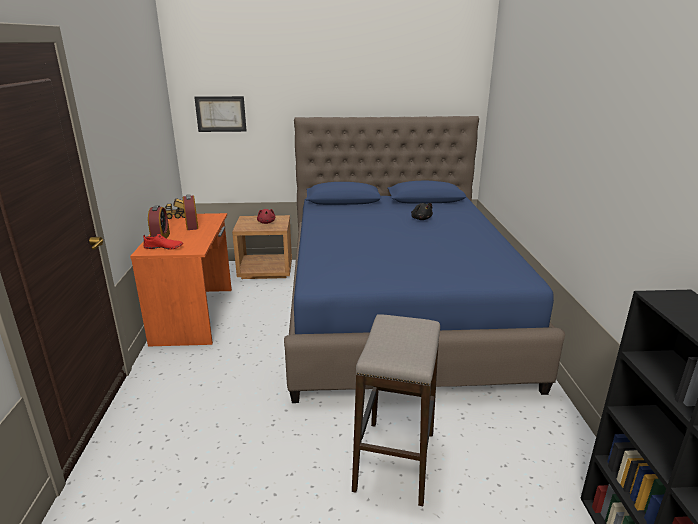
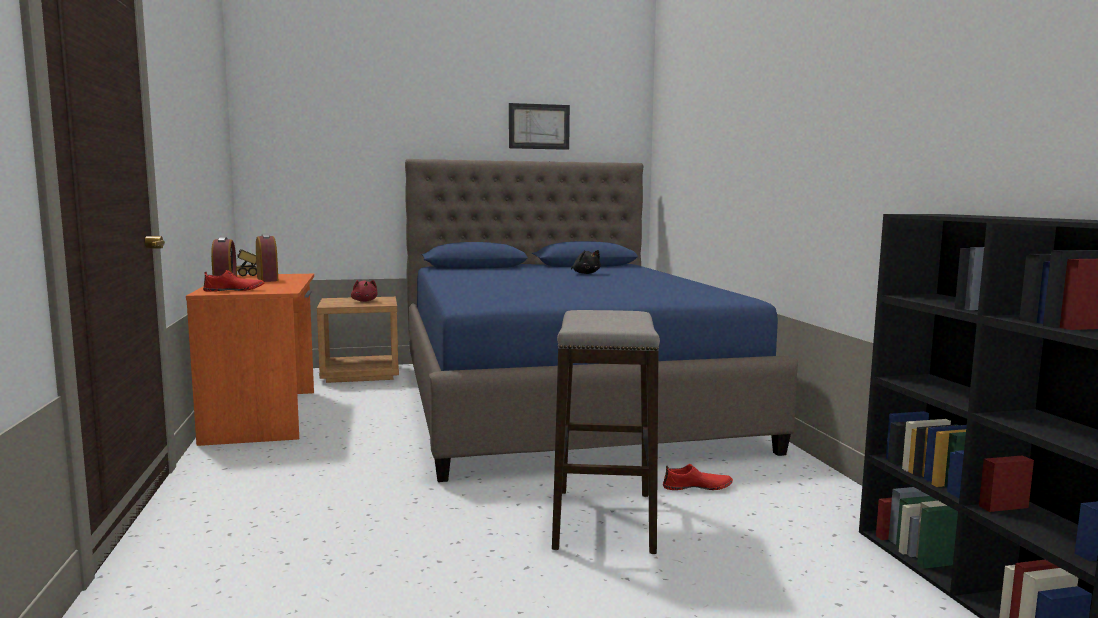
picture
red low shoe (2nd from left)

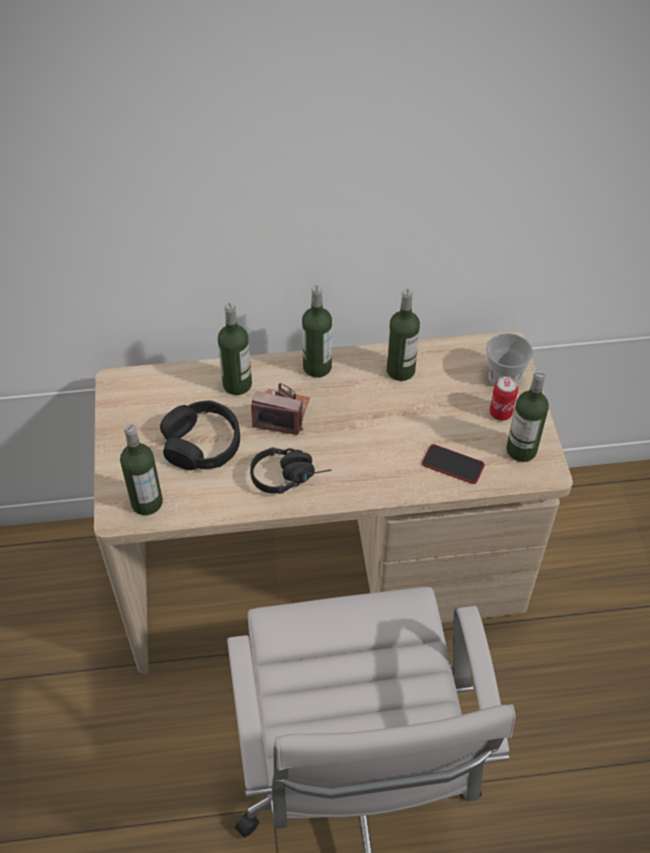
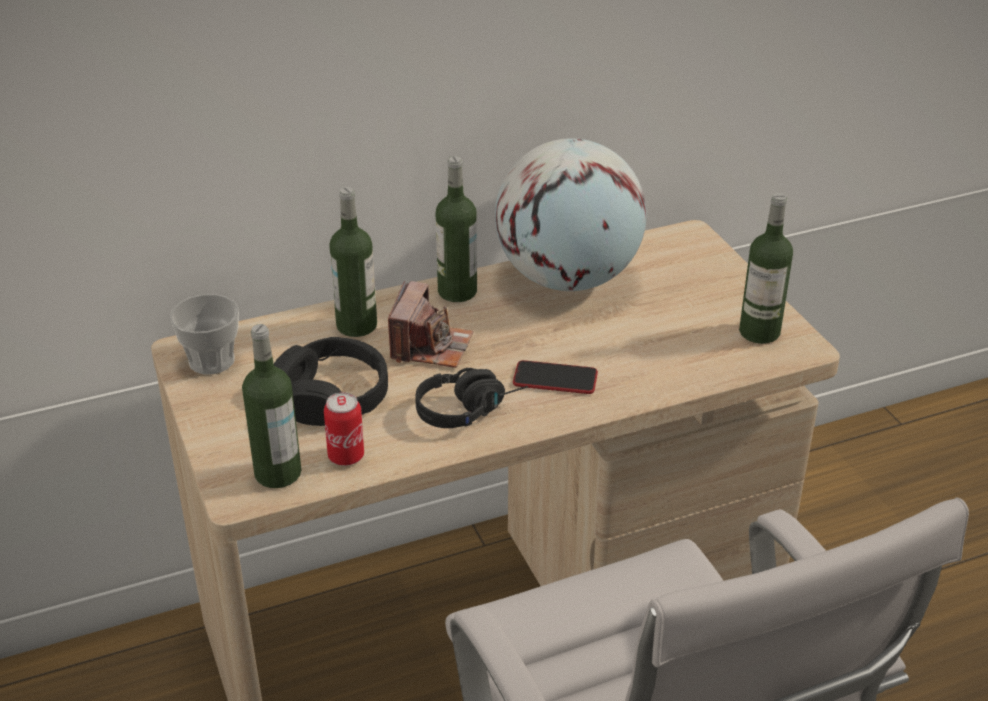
photo camera
globe
handset
small cup
metal can

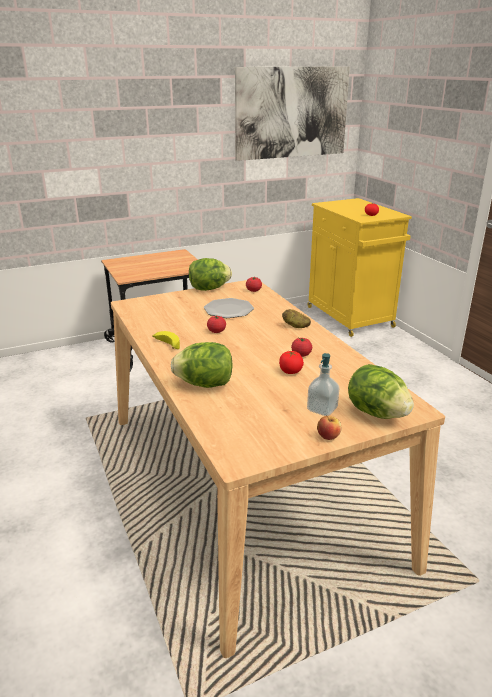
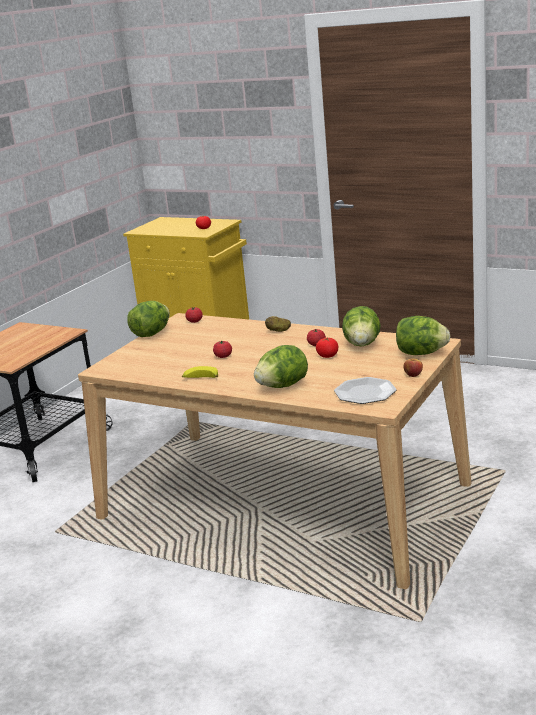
plate
picture
soap bottle
lettuce (3rd from left)

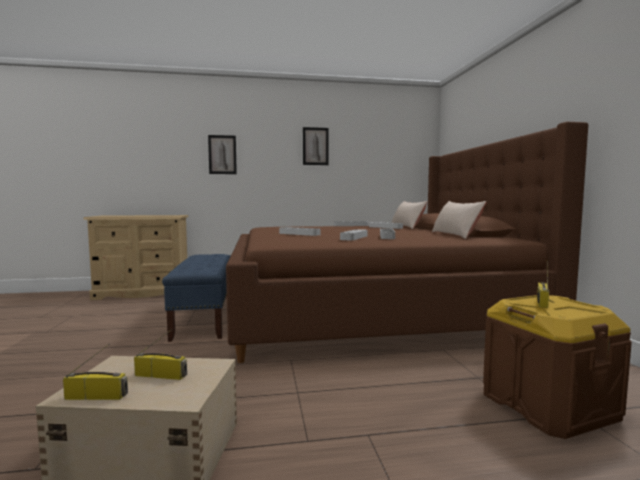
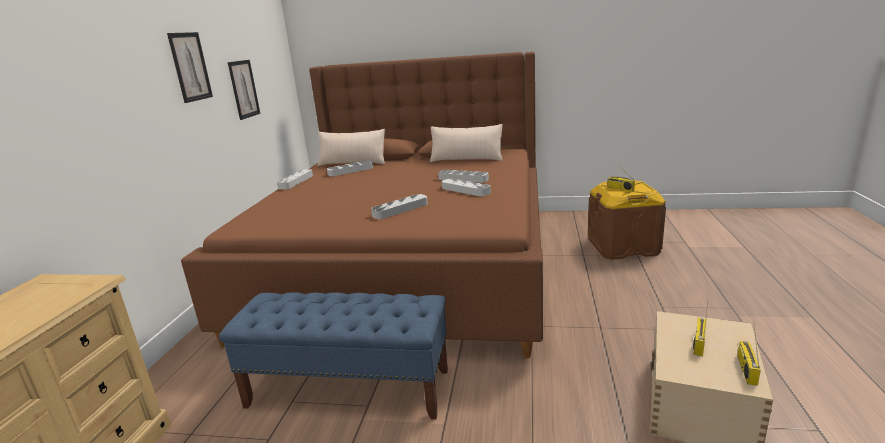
picture (2nd from left)

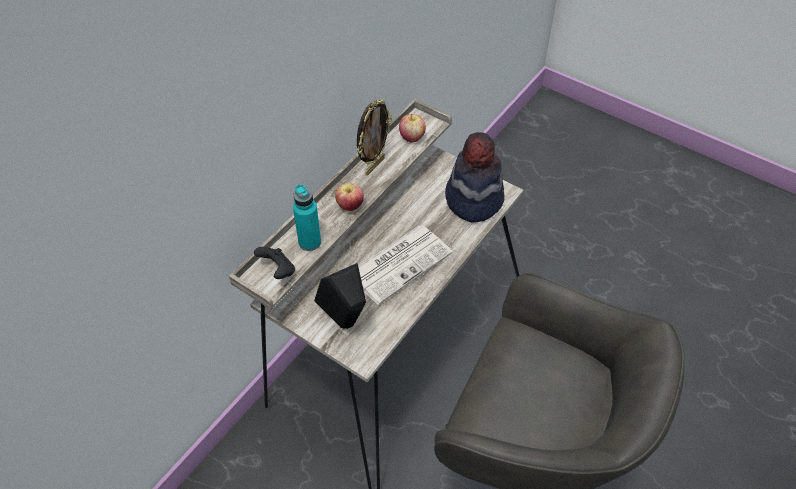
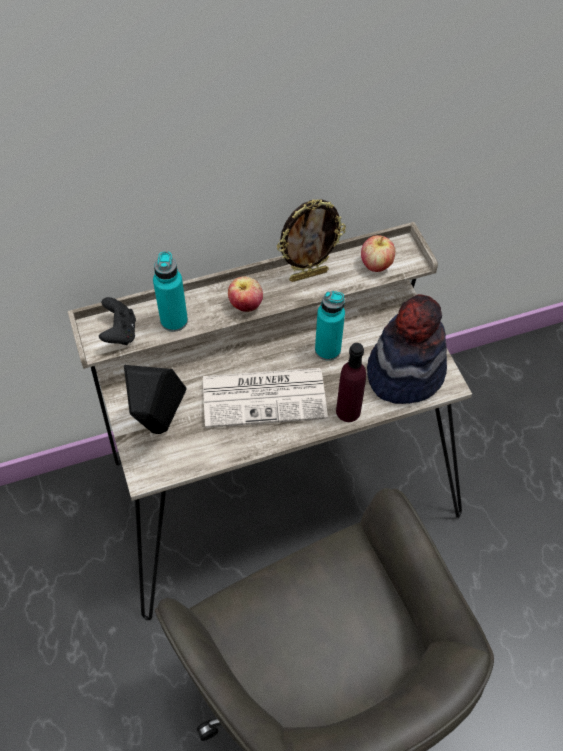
blue-green beverage bottle (2nd from left)
purplish beverage bottle

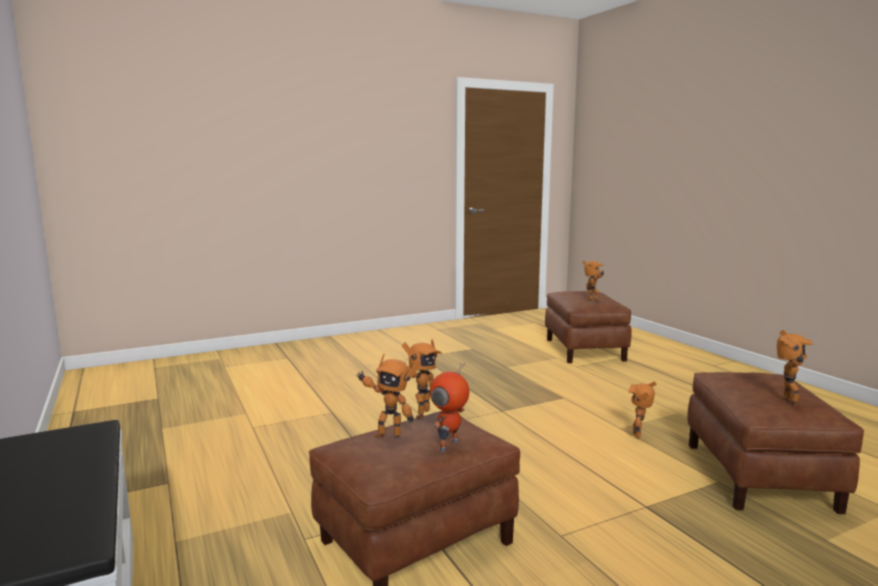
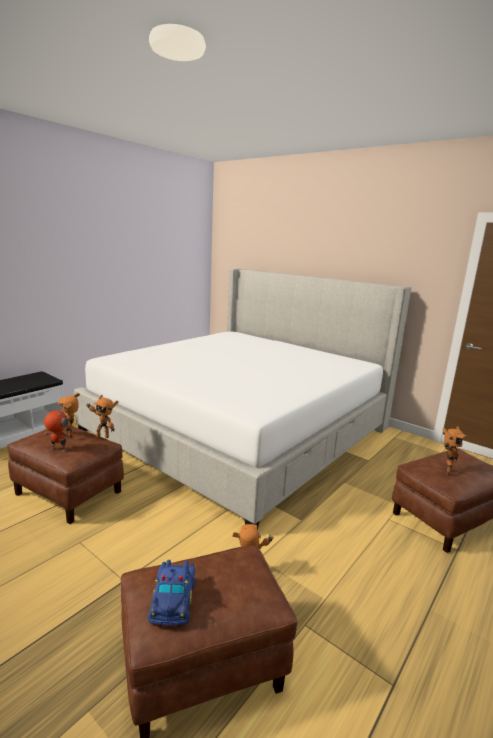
bluish model car
bed

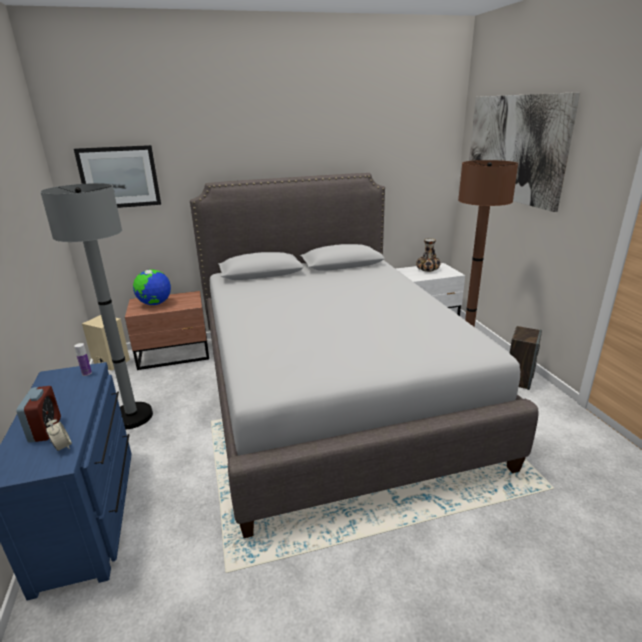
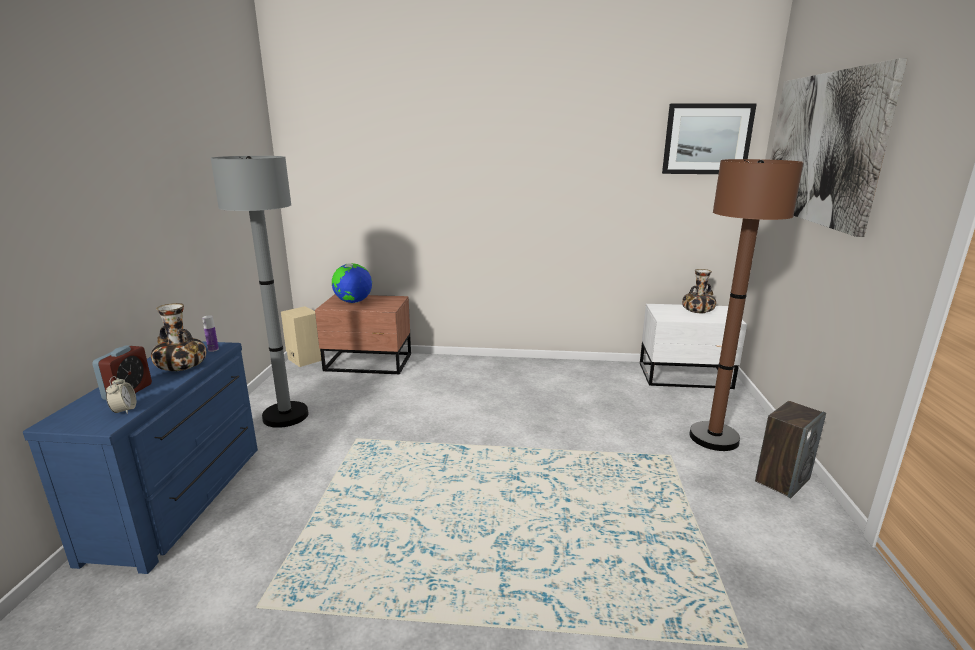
picture (1st from left)
greyish bed
flower vase (1st from left)

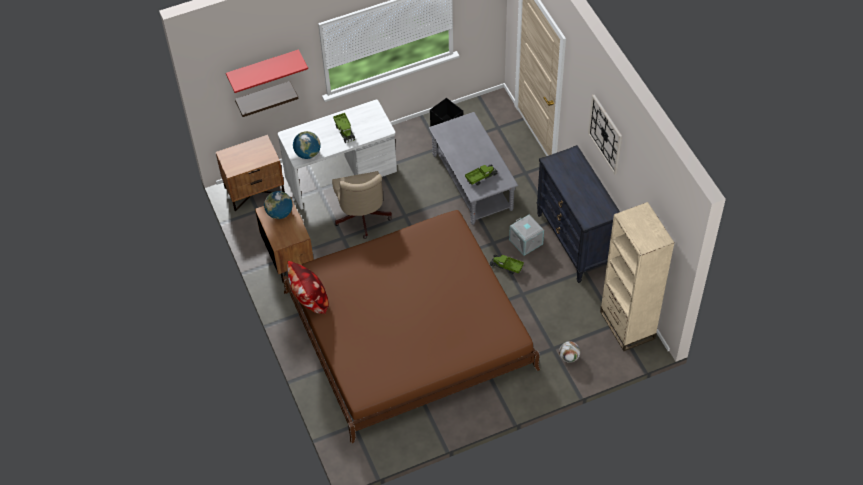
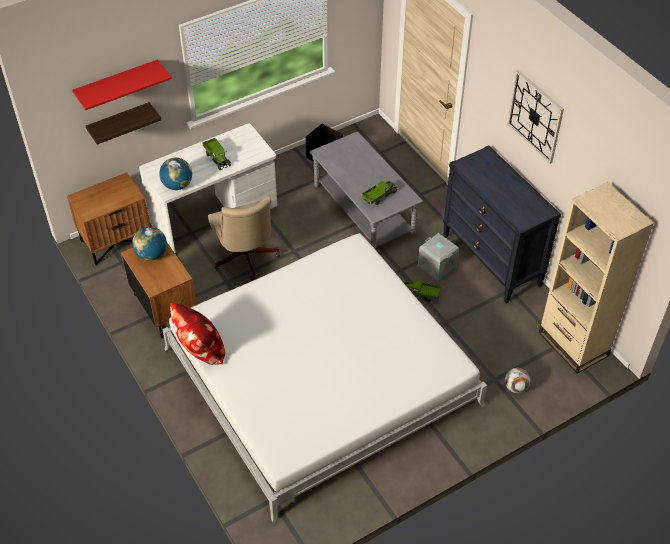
whitish bed

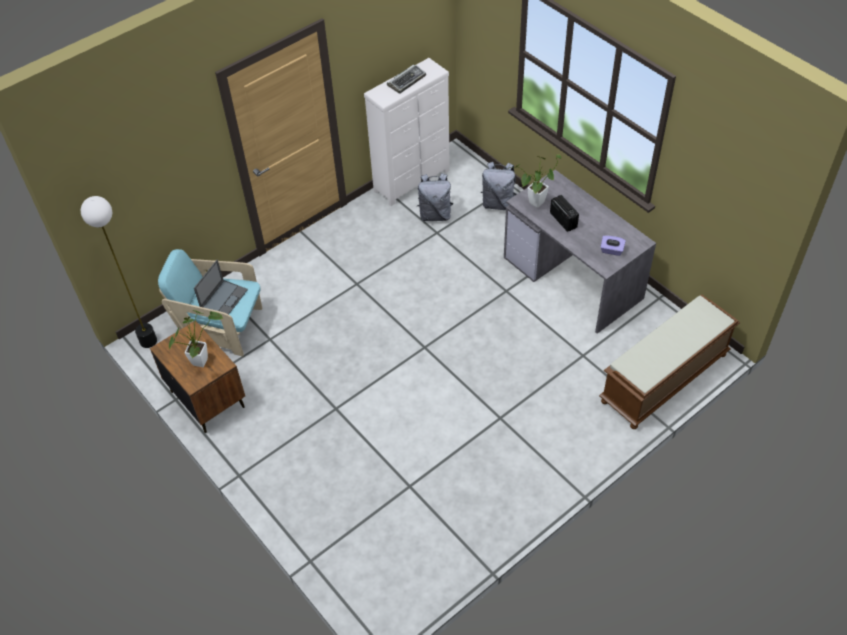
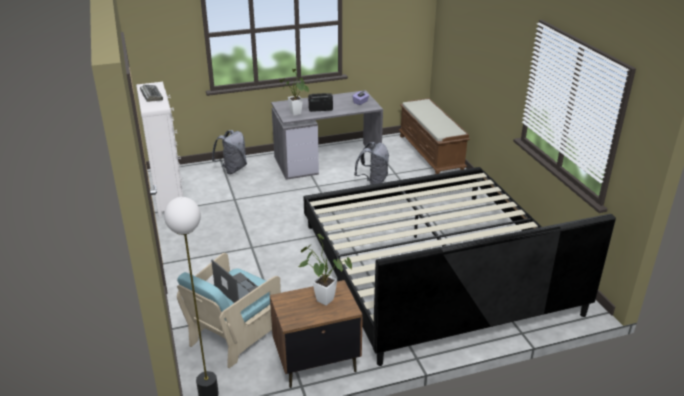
greyish rucksack (2nd from left)
bed

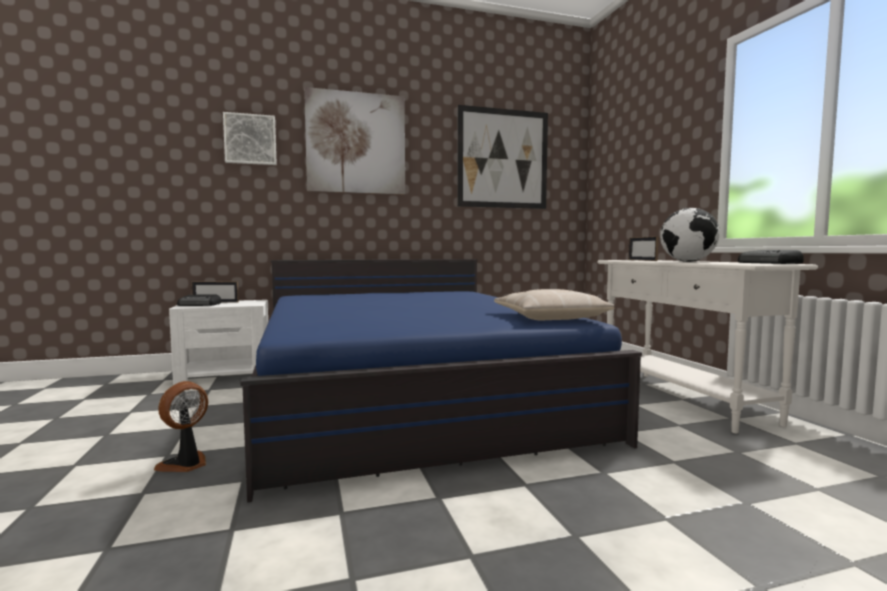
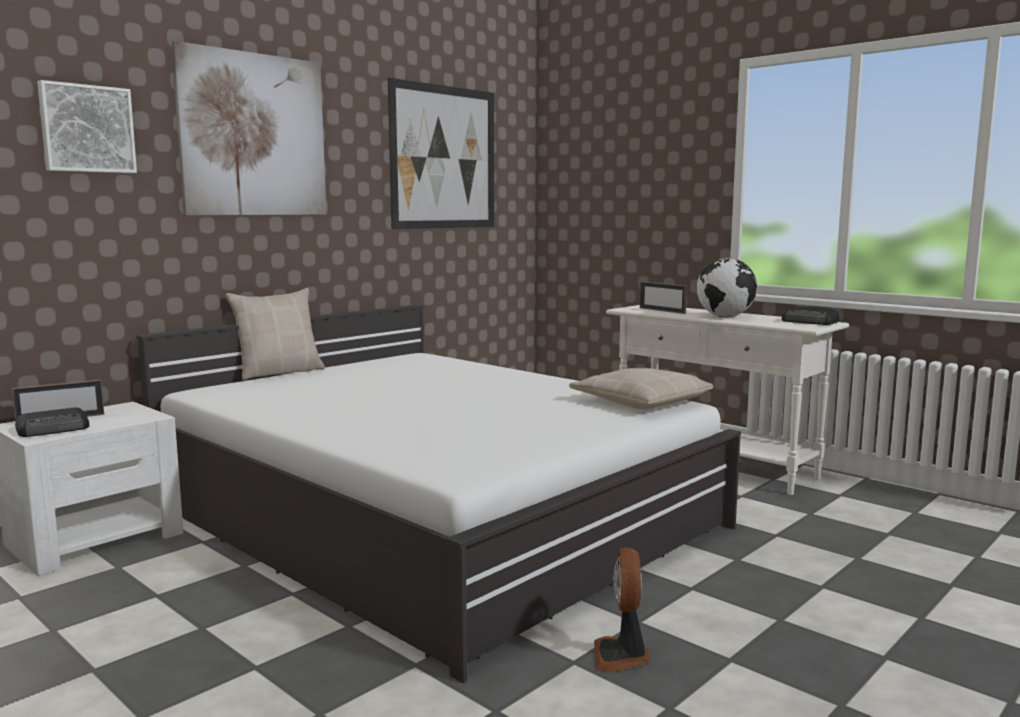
cooling fan
whitish bed
beige-coloured cushion (1st from left)

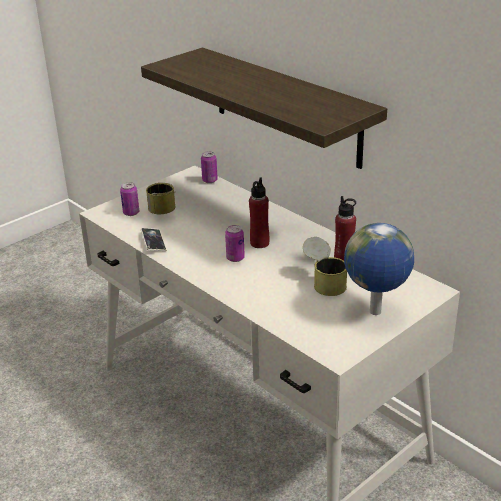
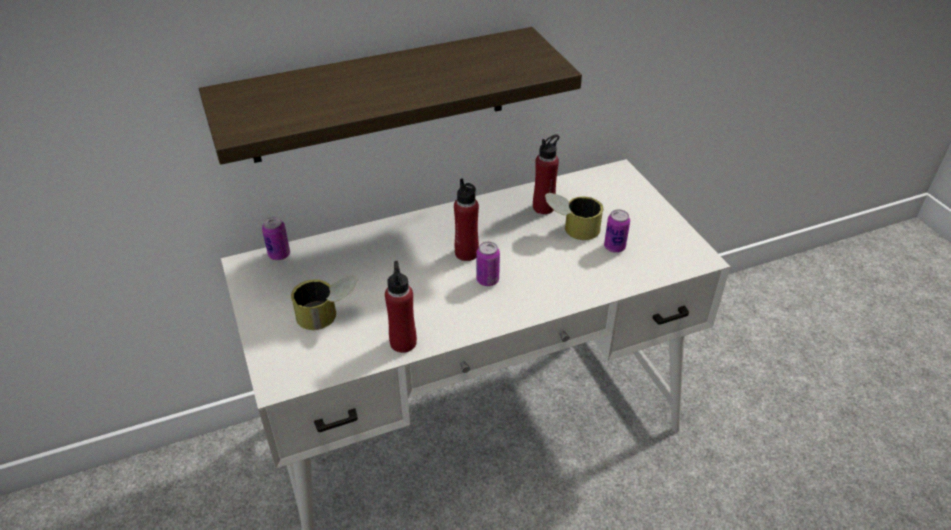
metal can (5th from left)
red beverage bottle (1st from left)
globe

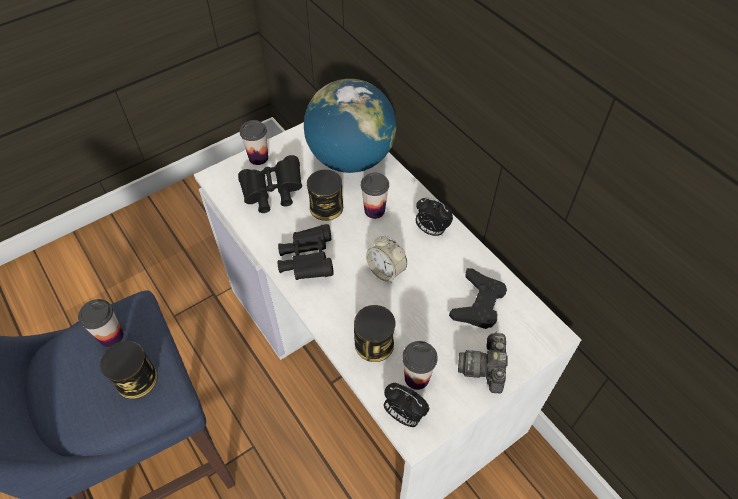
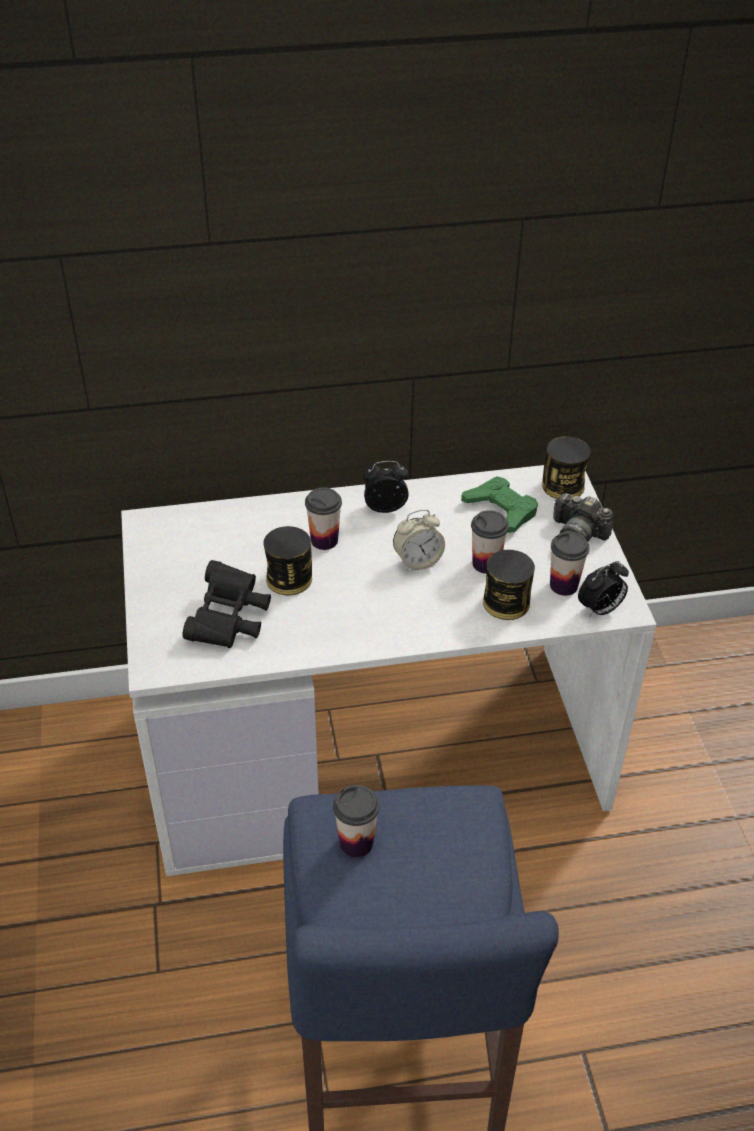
metal can (3rd from left)
small cup (3rd from left)
black-coloured pair of binoculars (2nd from left in the first image)
globe
bedside clock (1st from left)
green-coloured joypad

